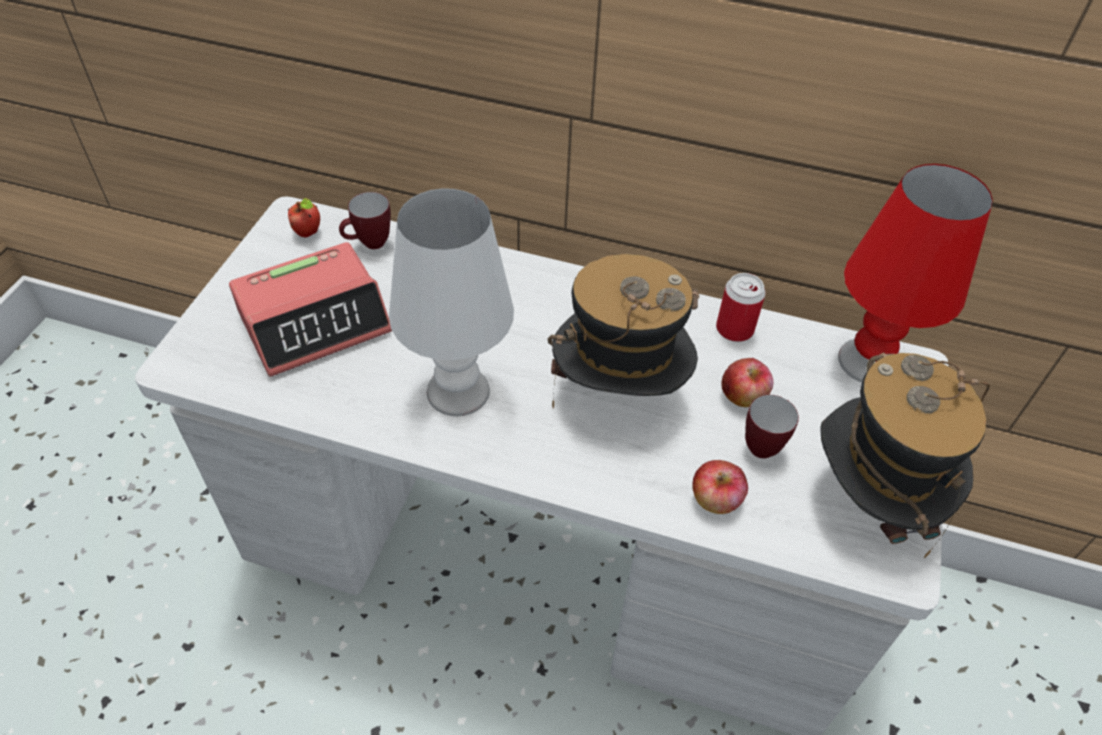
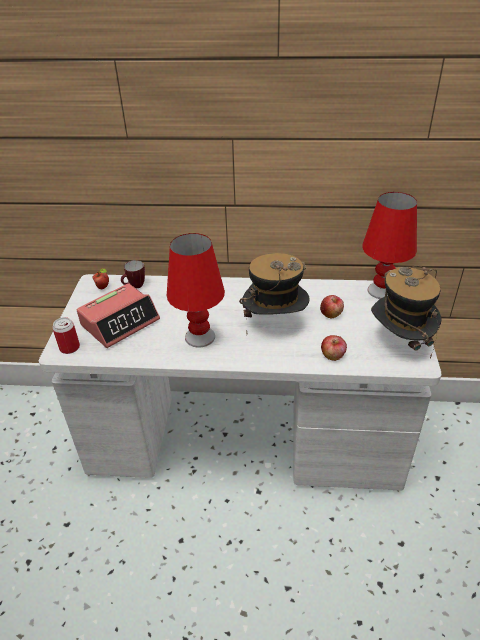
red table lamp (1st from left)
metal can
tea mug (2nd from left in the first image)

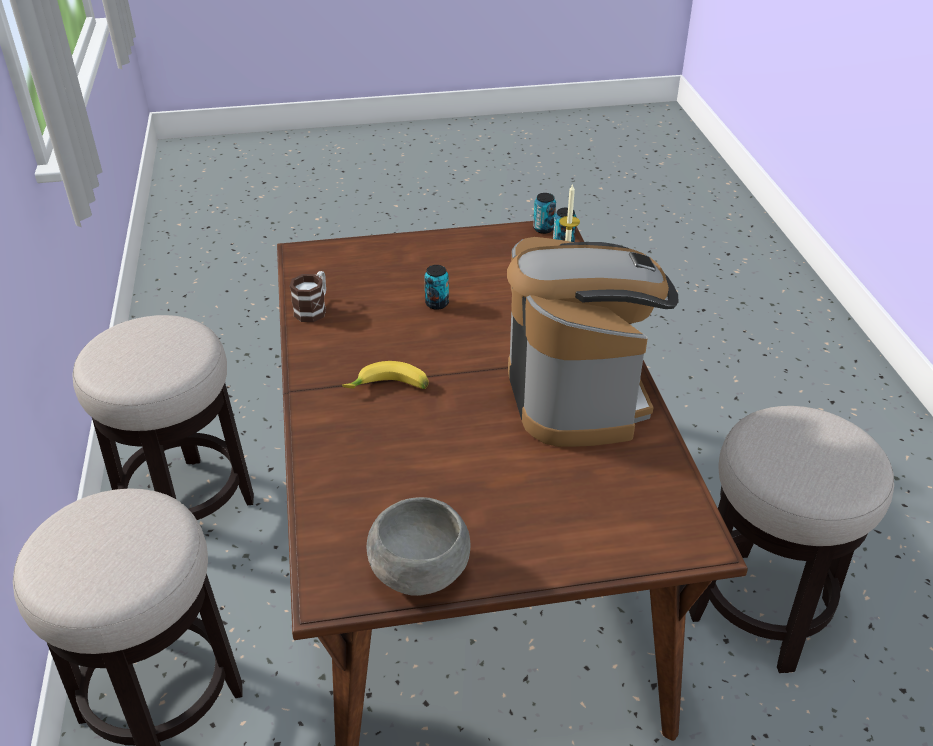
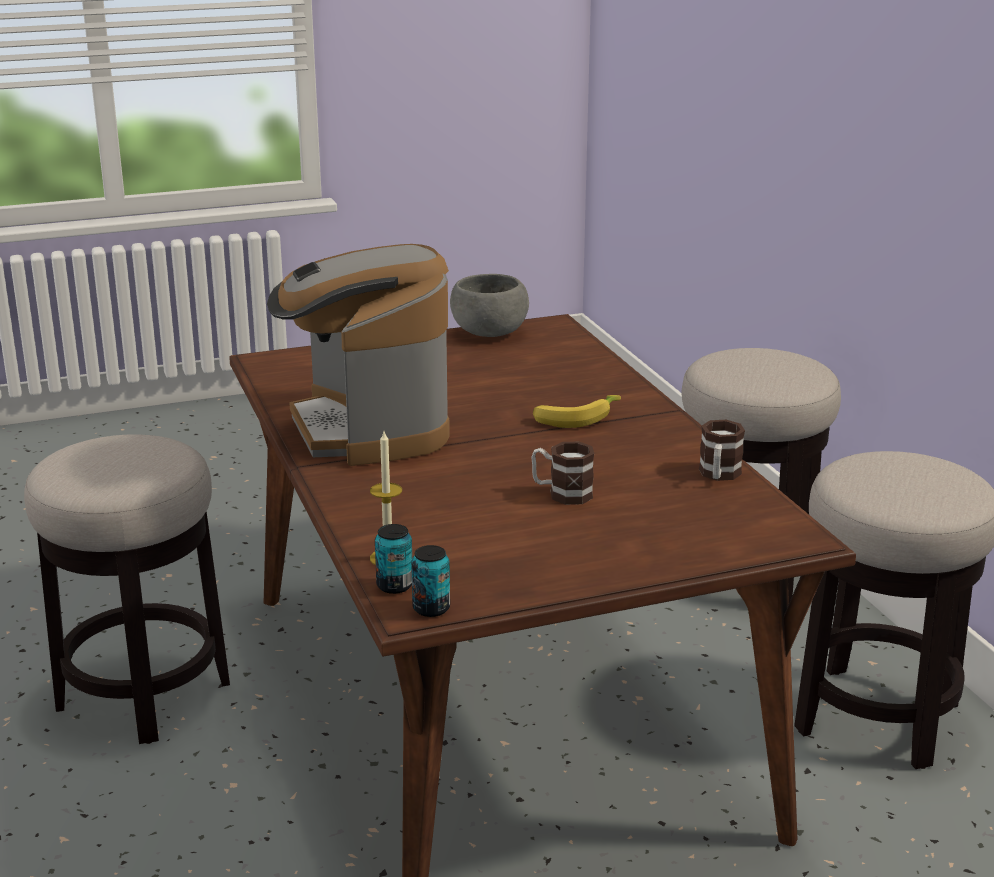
tea mug (1st from left)

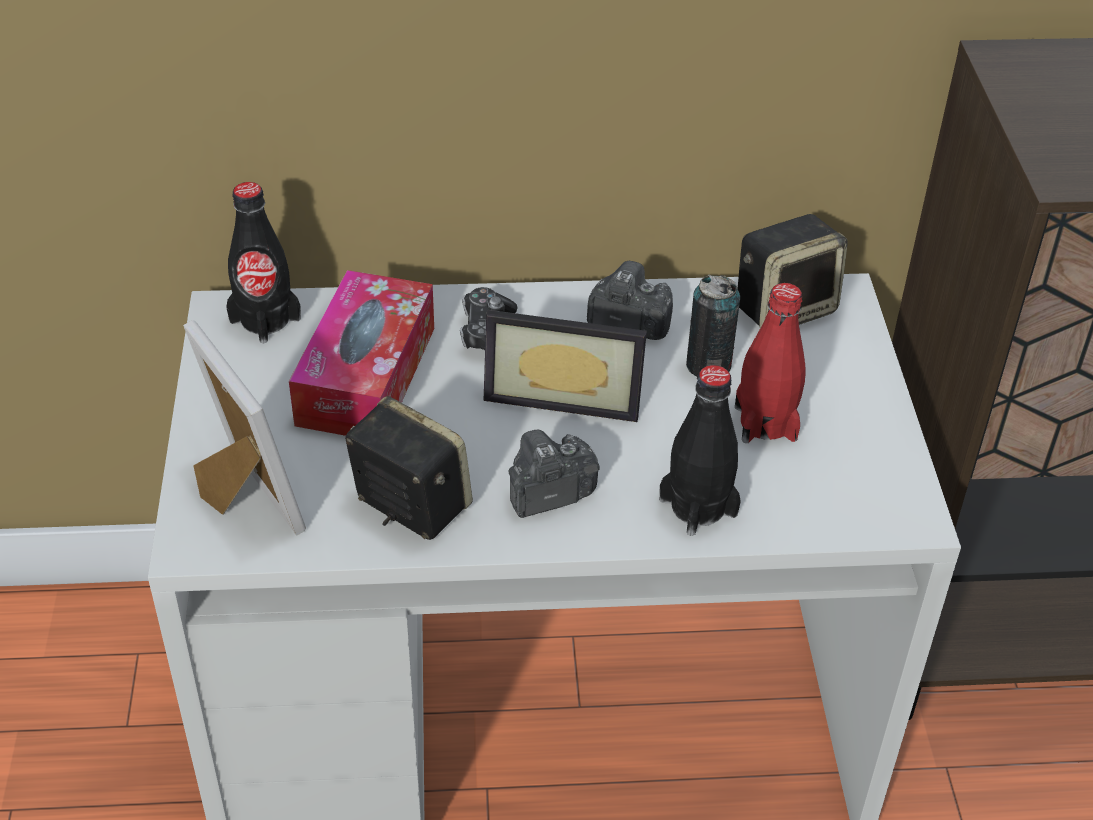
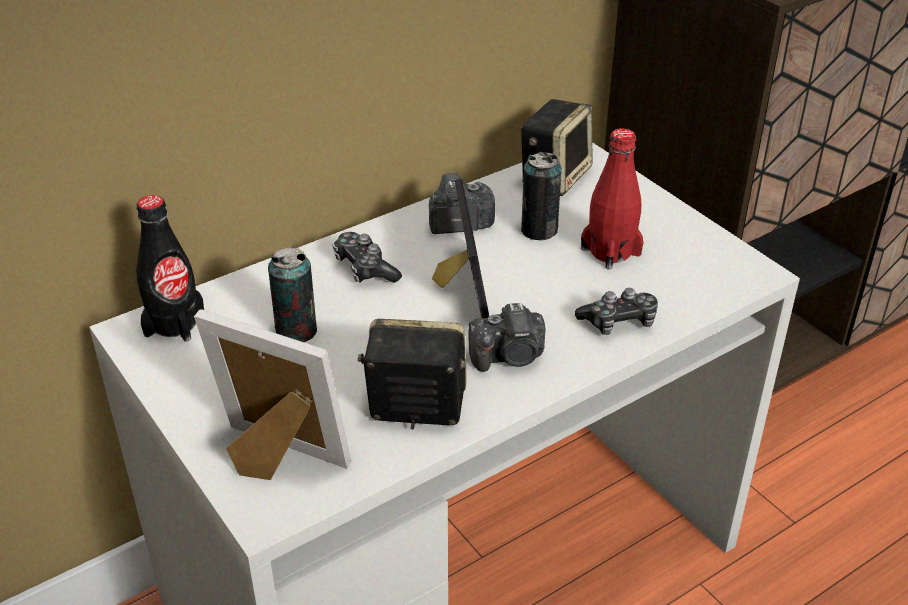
metal can (1st from left)
picture frame (2nd from left)
photo camera (2nd from left)
joypad (2nd from left)

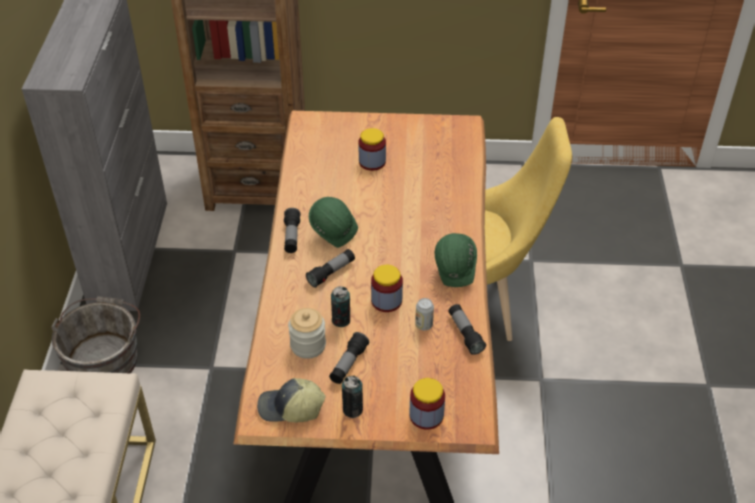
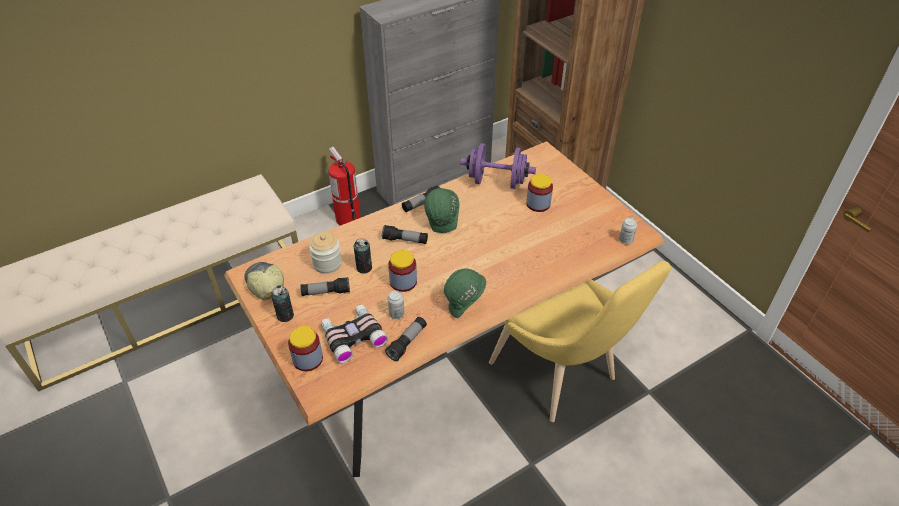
extinguisher
pair of binoculars
purplish free weight
metal can (4th from left)

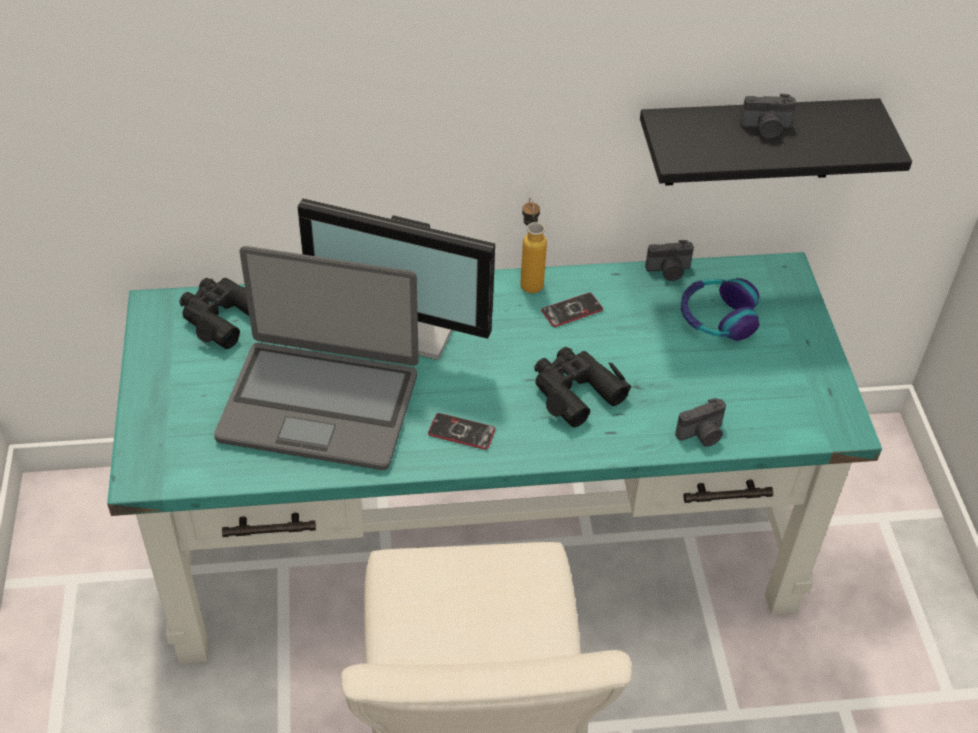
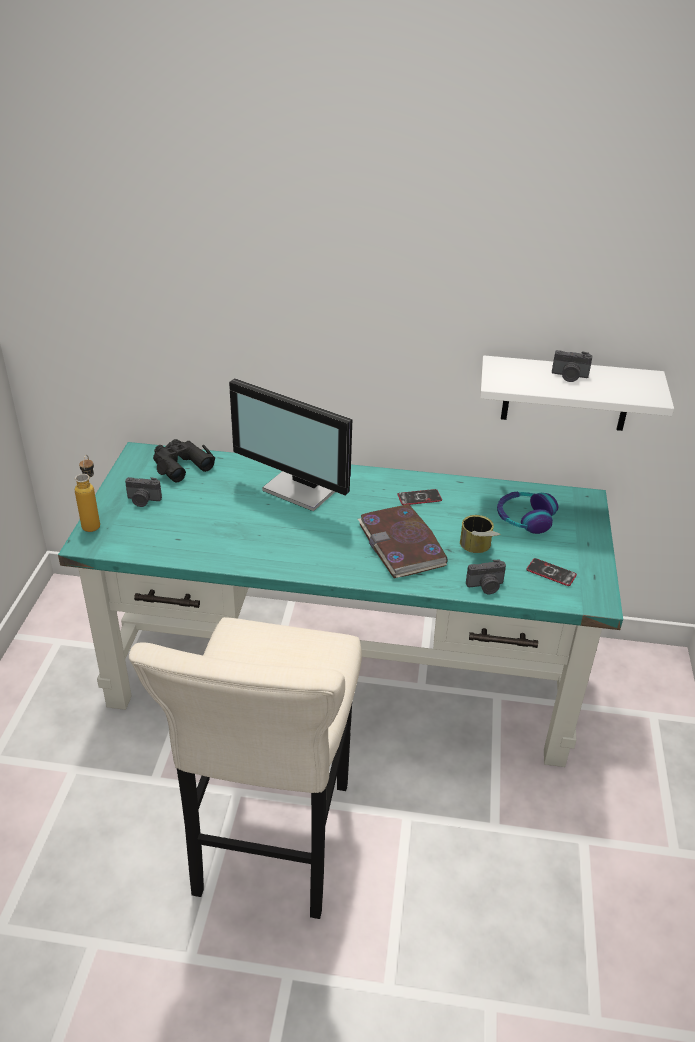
portable computer
handset (2nd from left)
beverage bottle
book
whitish wall shelf
photo camera (1st from left)
metal can

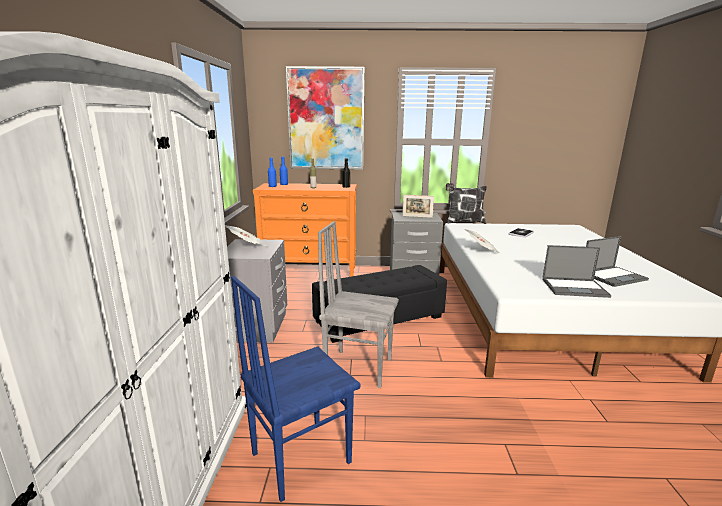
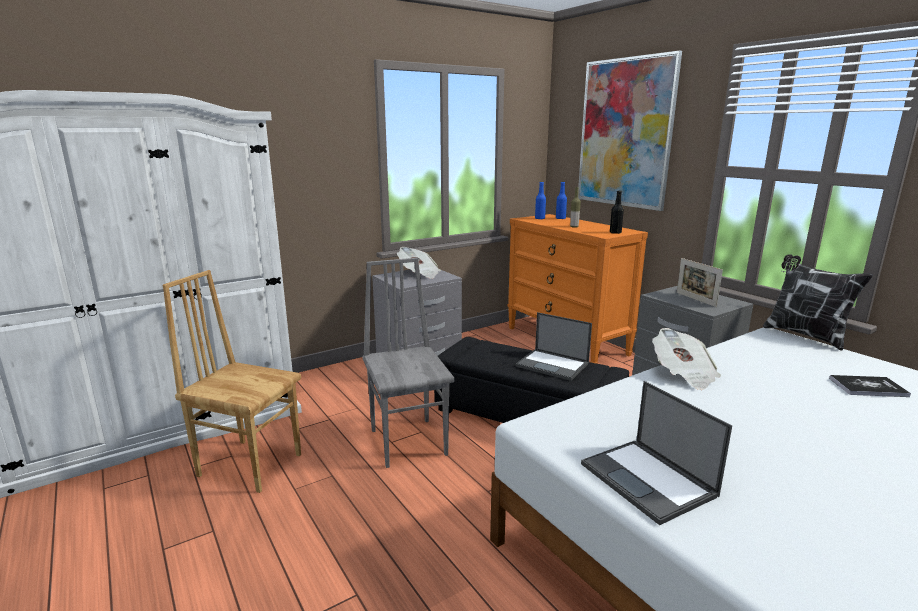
brown-coloured upright chair
portable computer (1st from left)

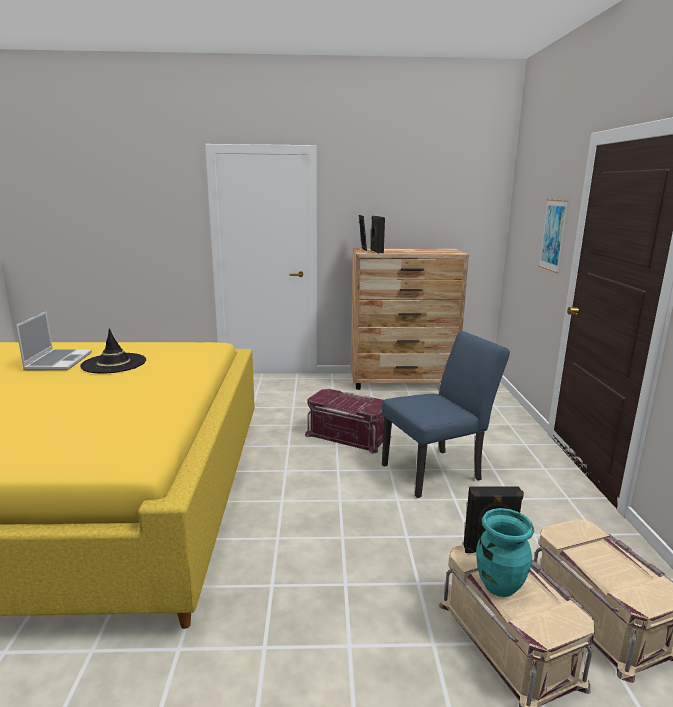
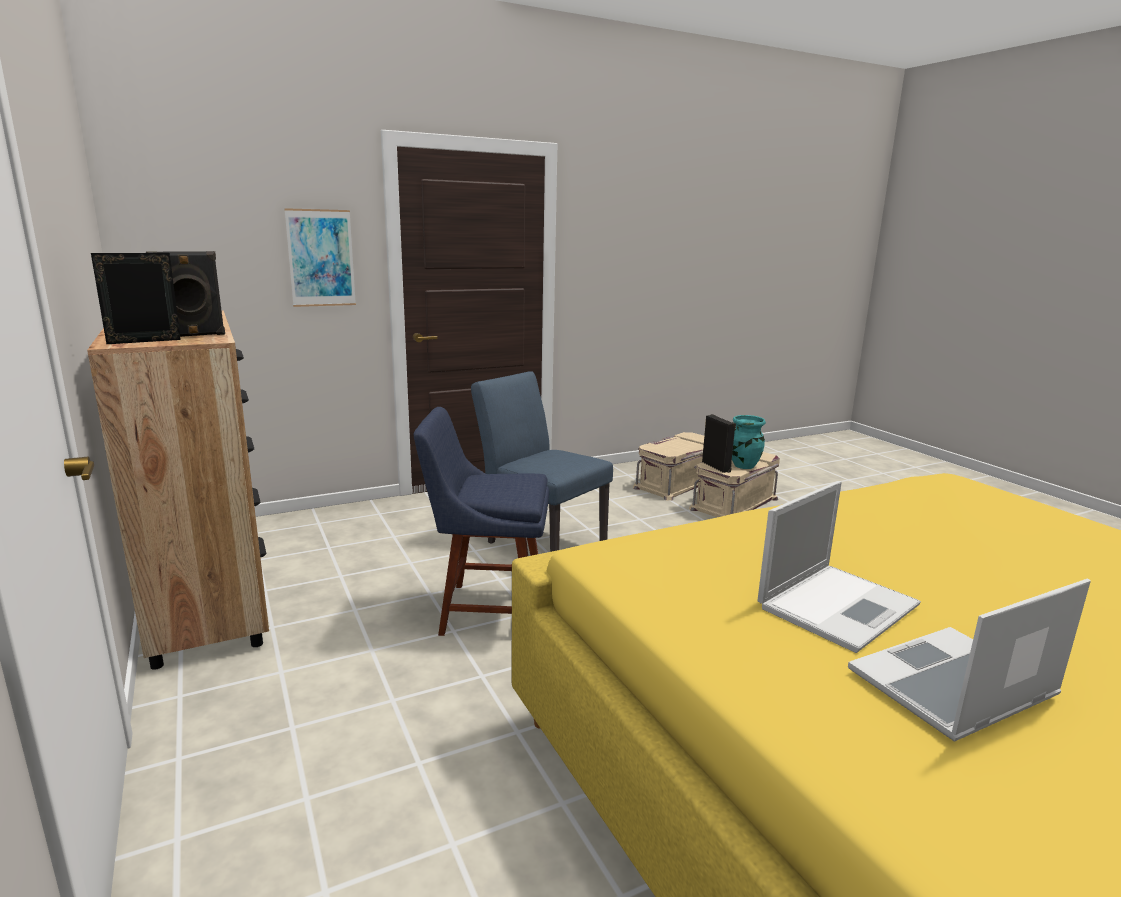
portable computer (1st from left)
bluish upright chair (1st from left)

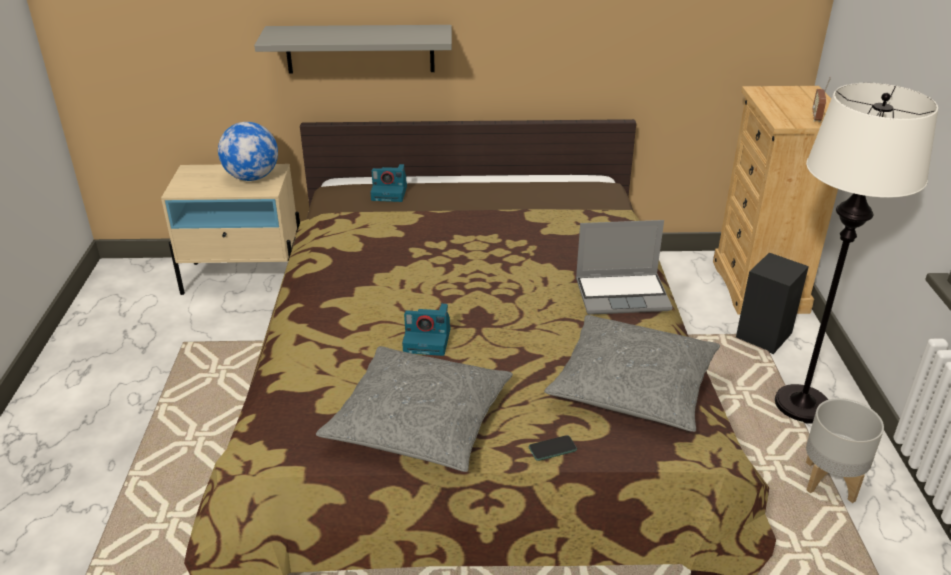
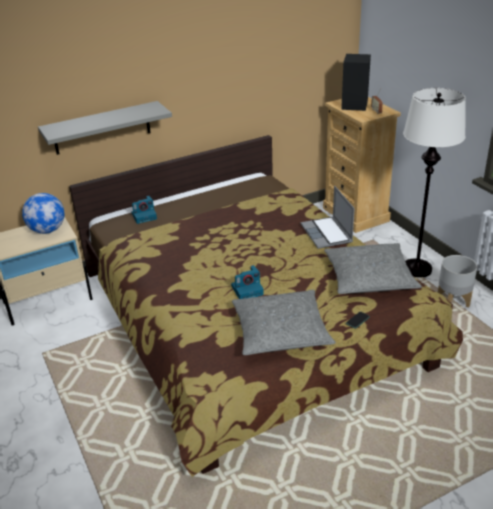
portable computer
black-coloured audio speaker

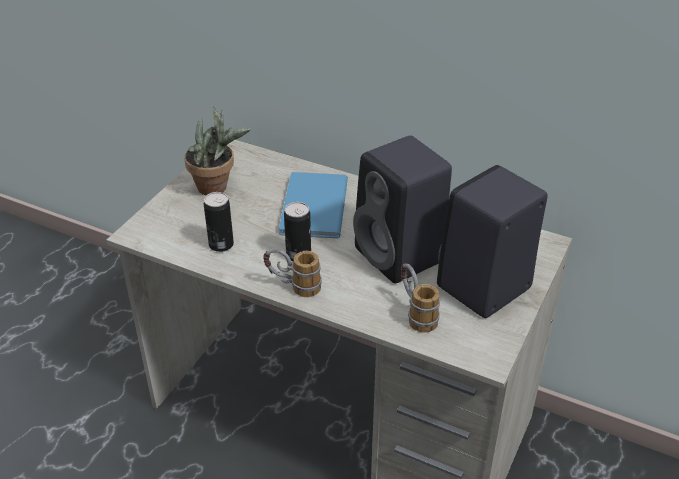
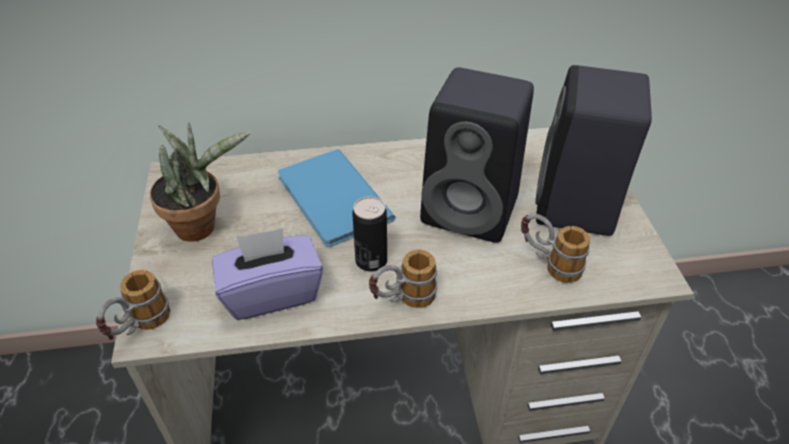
purplish box of tissues
tea mug (1st from left)

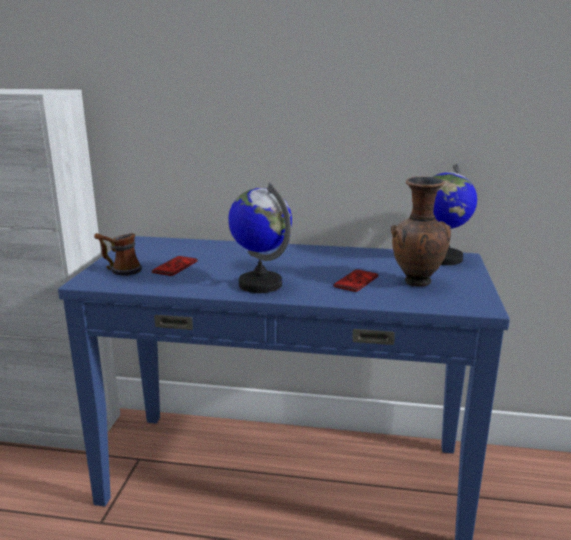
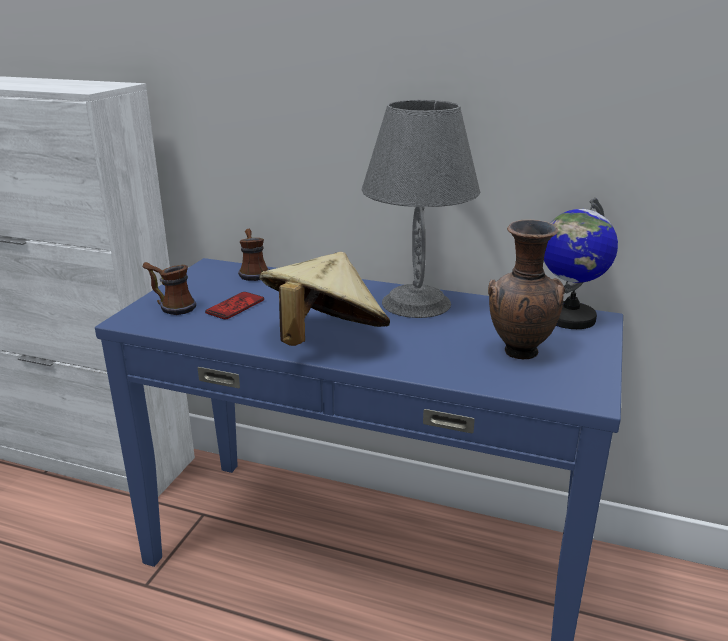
beige-coloured wearable hat
handset (2nd from left in the first image)
tea mug (2nd from left)
greyish table lamp

